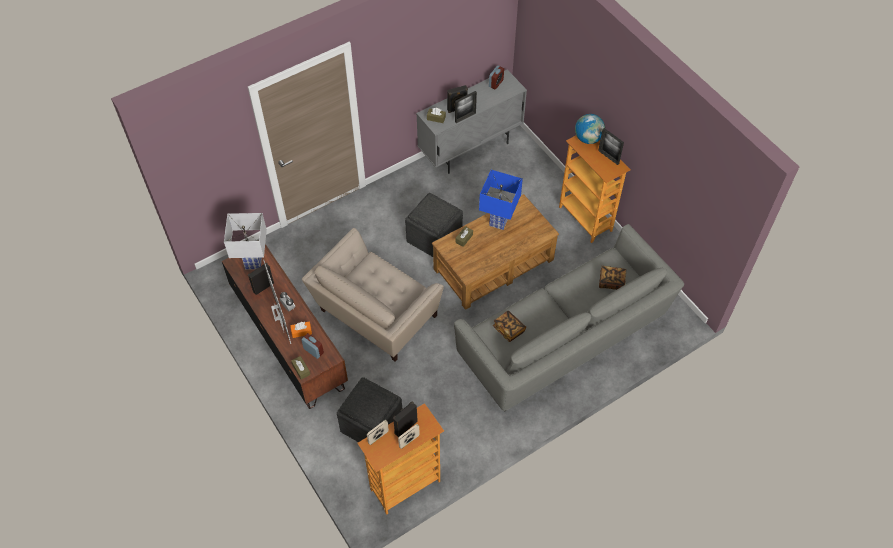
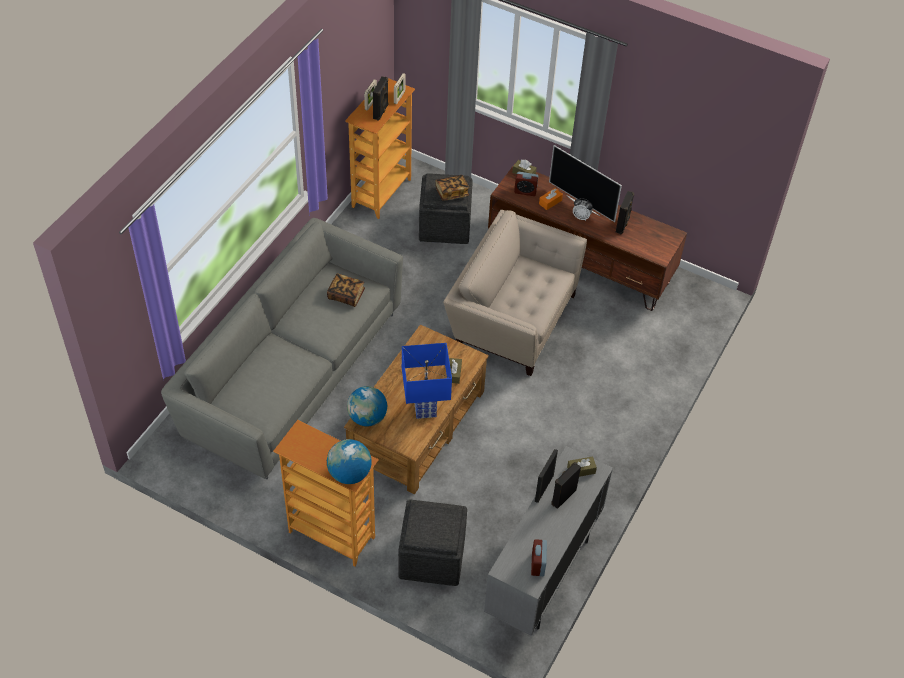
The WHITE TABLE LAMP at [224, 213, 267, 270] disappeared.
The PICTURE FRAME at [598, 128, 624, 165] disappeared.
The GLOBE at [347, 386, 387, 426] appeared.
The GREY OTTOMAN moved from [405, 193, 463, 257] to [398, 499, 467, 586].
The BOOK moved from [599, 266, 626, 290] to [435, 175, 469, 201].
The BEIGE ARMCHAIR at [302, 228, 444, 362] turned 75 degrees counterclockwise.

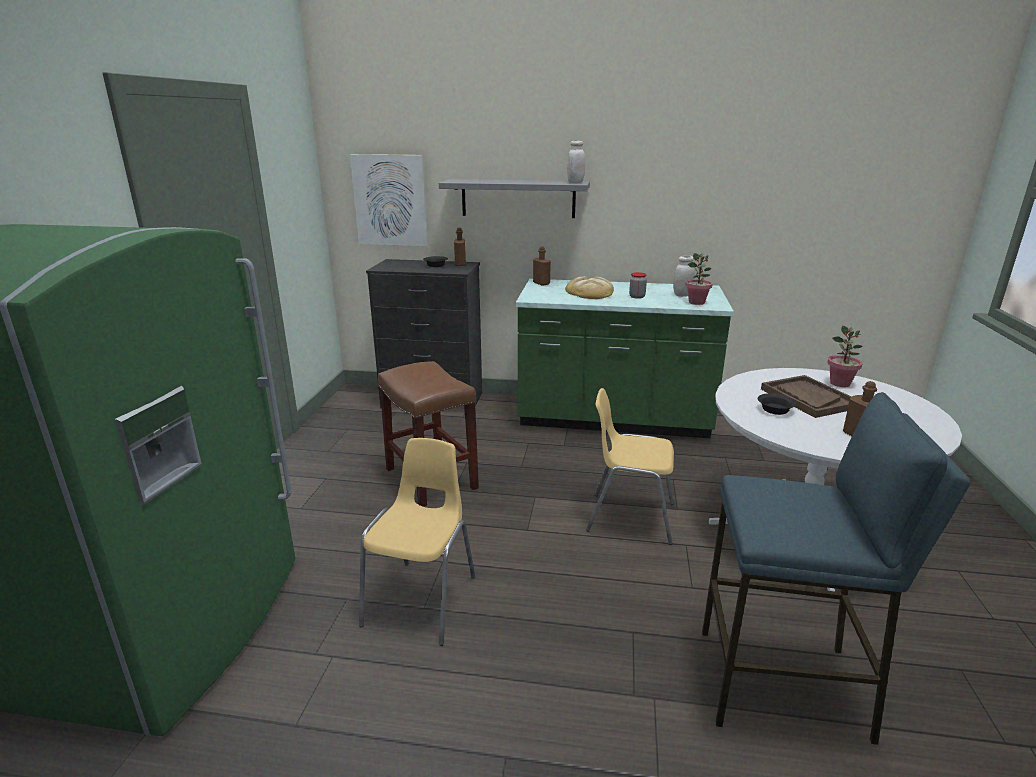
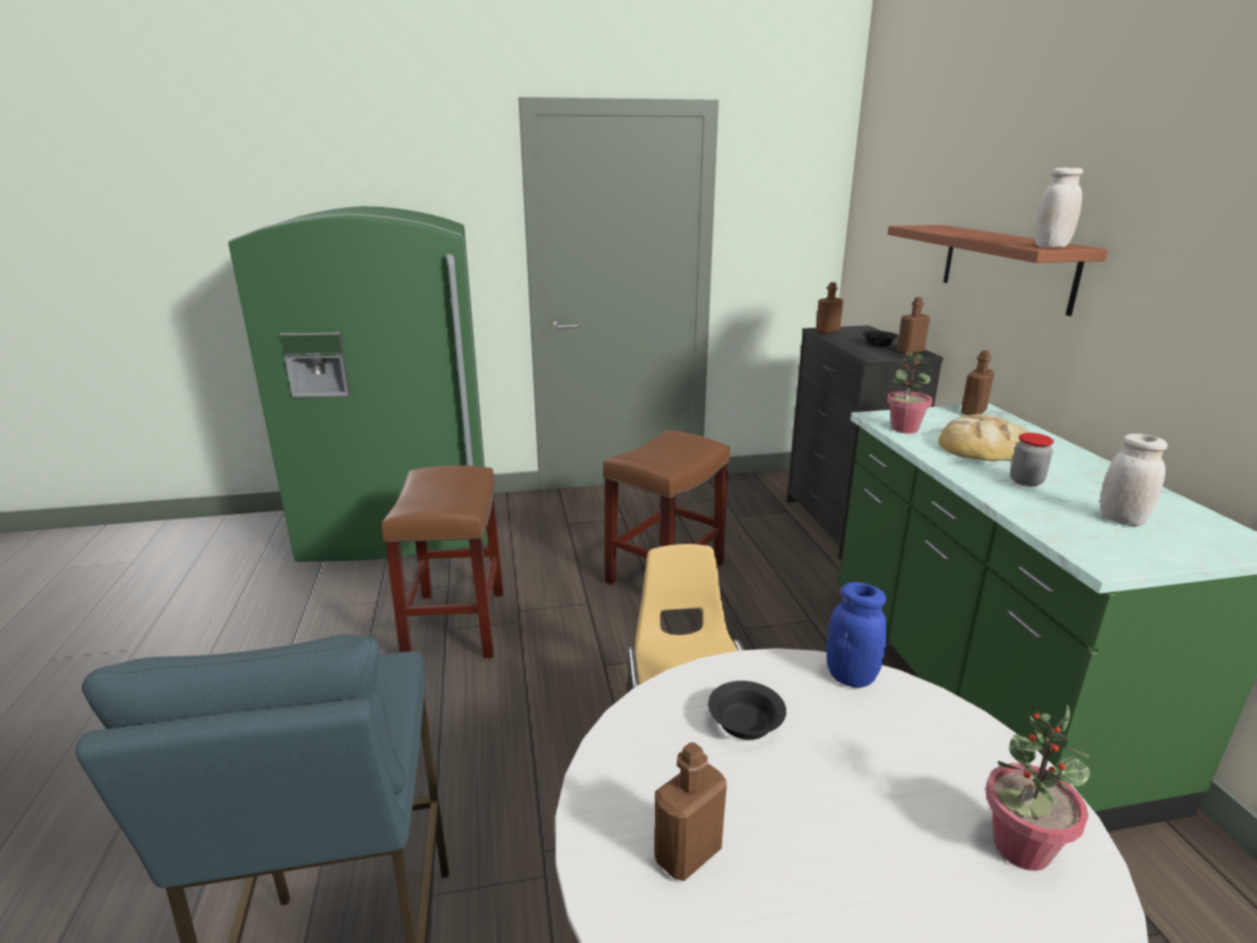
The PICTURE at [350, 154, 428, 246] disappeared.
The BROWN TRAY at [761, 375, 852, 418] disappeared.
The BROWN BOTTLE at [816, 282, 843, 334] appeared.
The BLUE JAR at [826, 582, 887, 688] appeared.
The POTTED PLANT moved from [685, 253, 713, 305] to [887, 349, 932, 433].
The YELLOW CHAIR at [359, 438, 475, 646] was replaced by the BROWN STOOL at [382, 465, 504, 659].
The GREY SHELF at [439, 179, 590, 218] became the BROWN SHELF at [888, 225, 1108, 316].

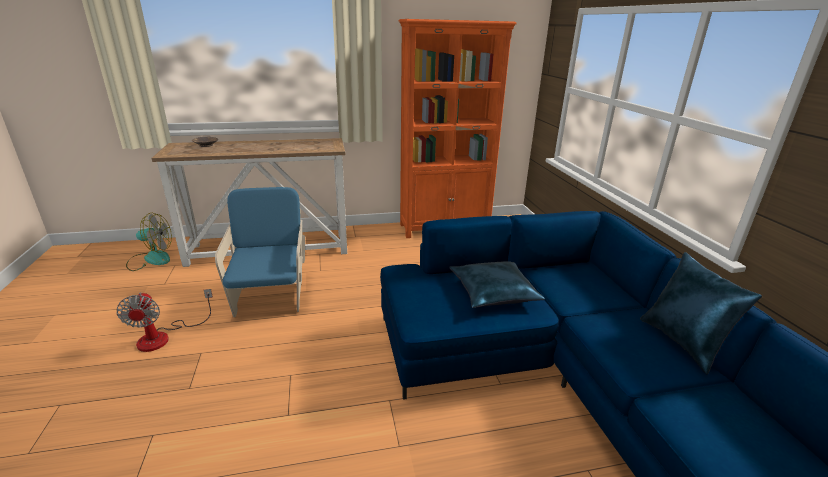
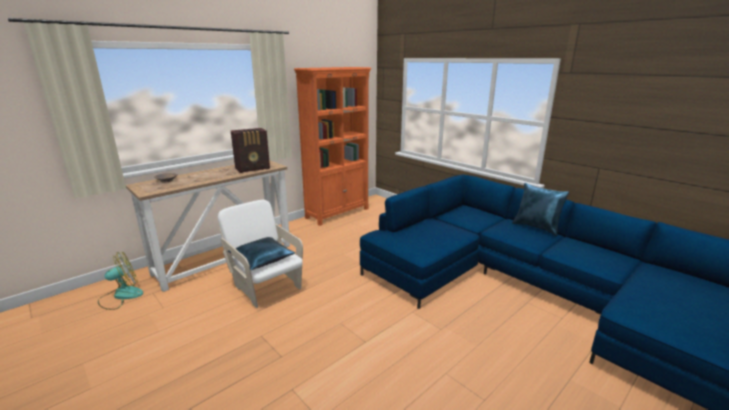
The FAN at [117, 289, 213, 352] disappeared.
The RADIO at [231, 128, 270, 173] appeared.
The BLUE PILLOW moved from [449, 261, 545, 308] to [228, 237, 295, 270].
The BLUE ARMCHAIR at [215, 187, 305, 317] became the WHITE ARMCHAIR at [218, 200, 303, 308].

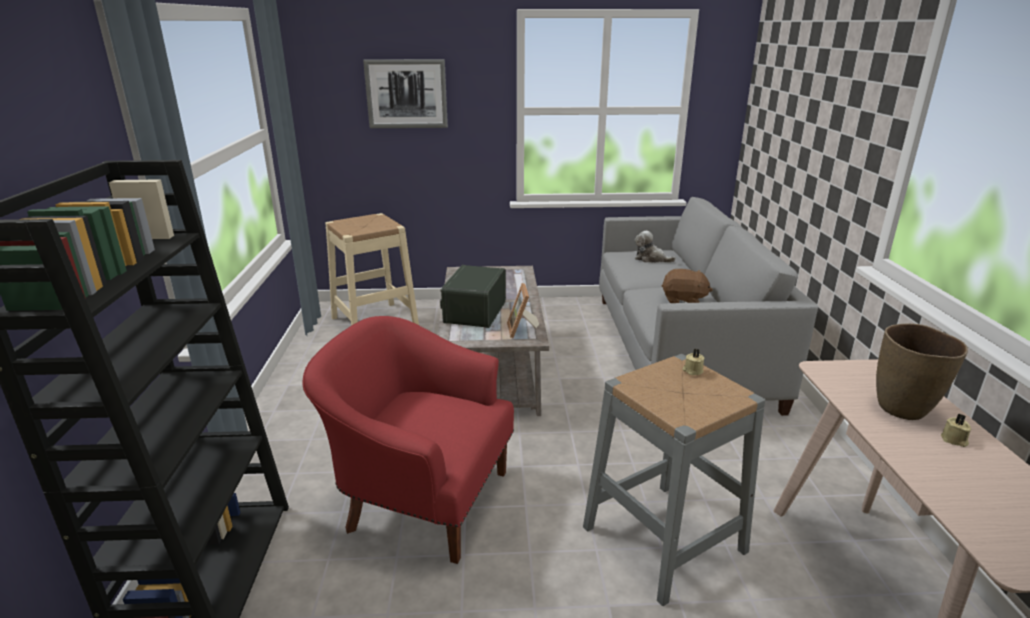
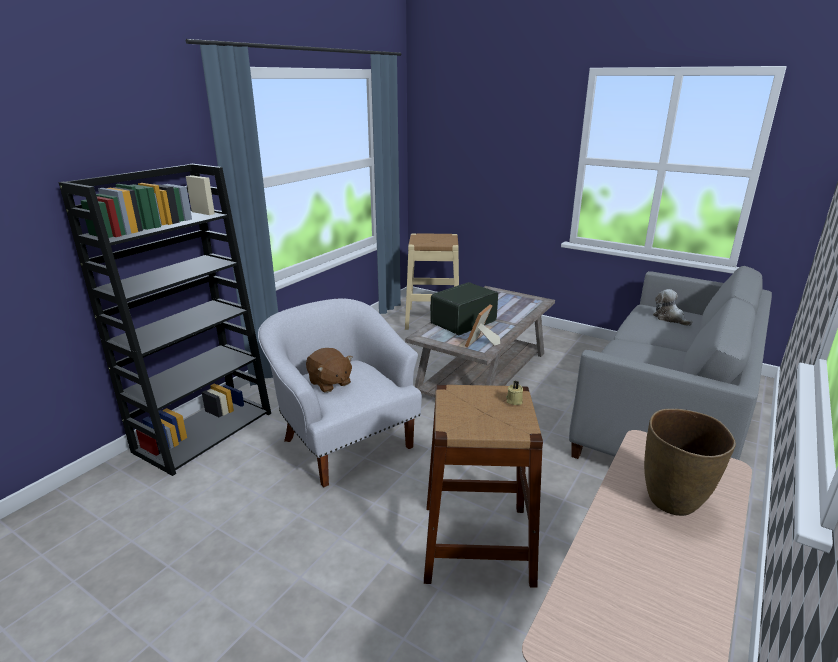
The PICTURE at [363, 59, 448, 128] disappeared.
The BEIGE CANDLE at [941, 414, 971, 447] disappeared.
The BROWN PLUSH TOY moved from [662, 269, 713, 303] to [306, 348, 353, 393].
The RED ARMCHAIR at [302, 316, 514, 564] became the WHITE ARMCHAIR at [258, 298, 422, 487].
The GREY STOOL at [583, 354, 766, 606] became the BROWN STOOL at [424, 385, 543, 588].

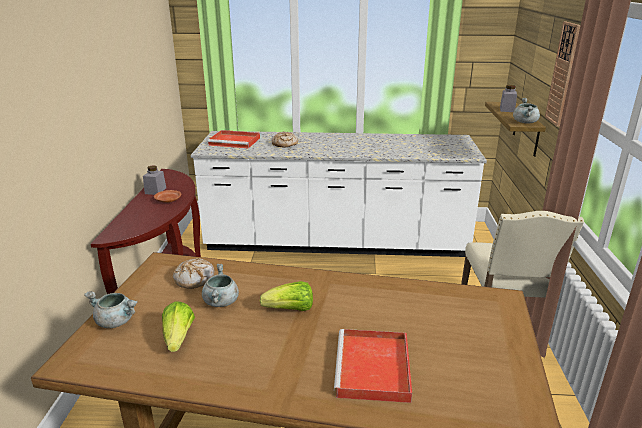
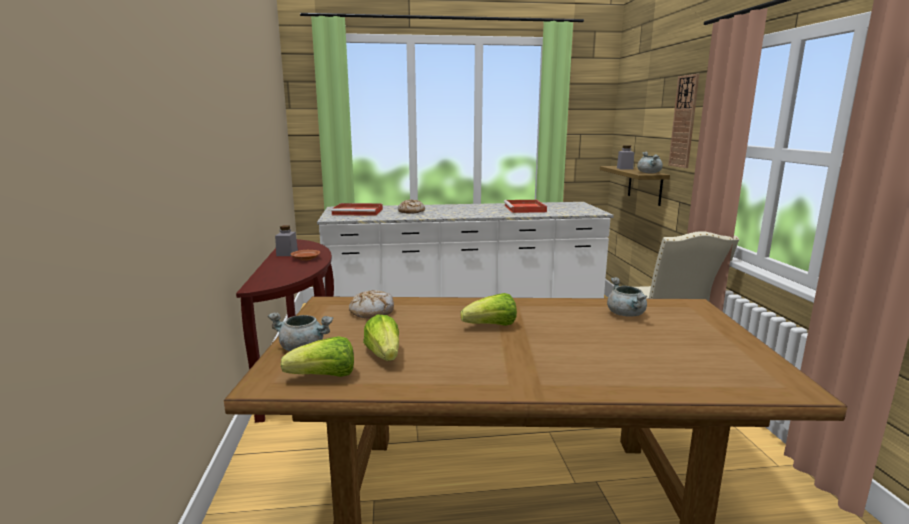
The LETTUCE at [281, 336, 354, 377] appeared.
The GREY COOKING POT moved from [202, 264, 239, 307] to [607, 277, 647, 317].
The RED TRAY moved from [334, 329, 412, 403] to [504, 200, 547, 213].

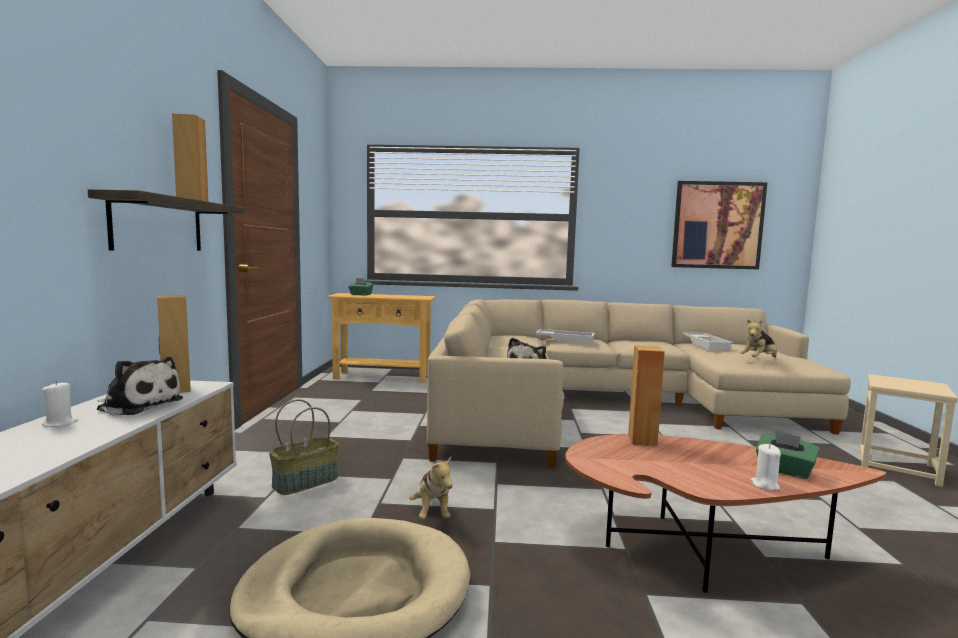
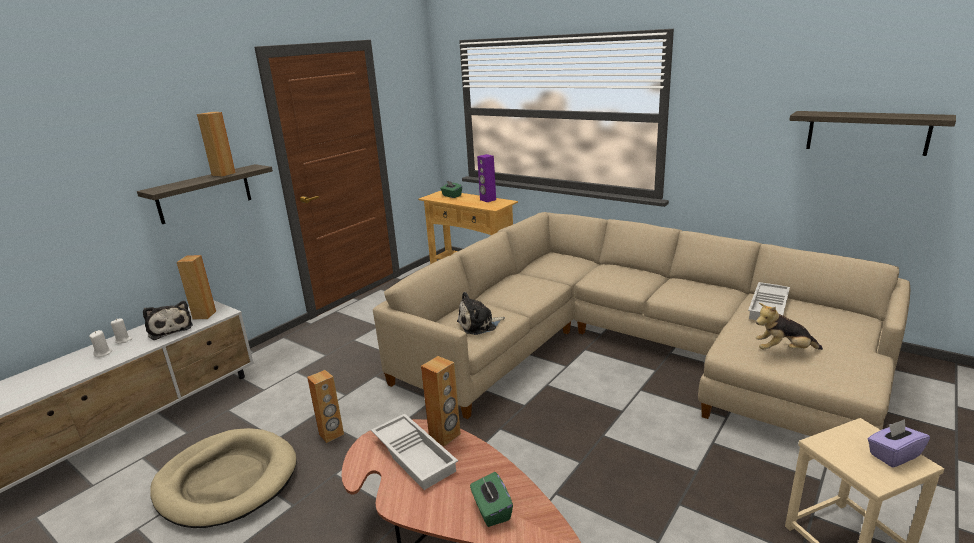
The BASKET at [269, 399, 339, 495] disappeared.
The PURPLE SPEAKER at [477, 154, 496, 202] appeared.
The PURPLE TISSUE BOX at [868, 419, 930, 468] appeared.
The WHITE TRAY moved from [535, 329, 595, 344] to [371, 414, 458, 490].
The WHITE CANDLE moved from [751, 444, 781, 491] to [89, 330, 112, 357].
The PLUSH TOY at [409, 456, 453, 519] was replaced by the BROWN SPEAKER at [307, 370, 344, 443].
The PICTURE at [671, 181, 767, 269] was replaced by the SHELF at [789, 111, 956, 156].

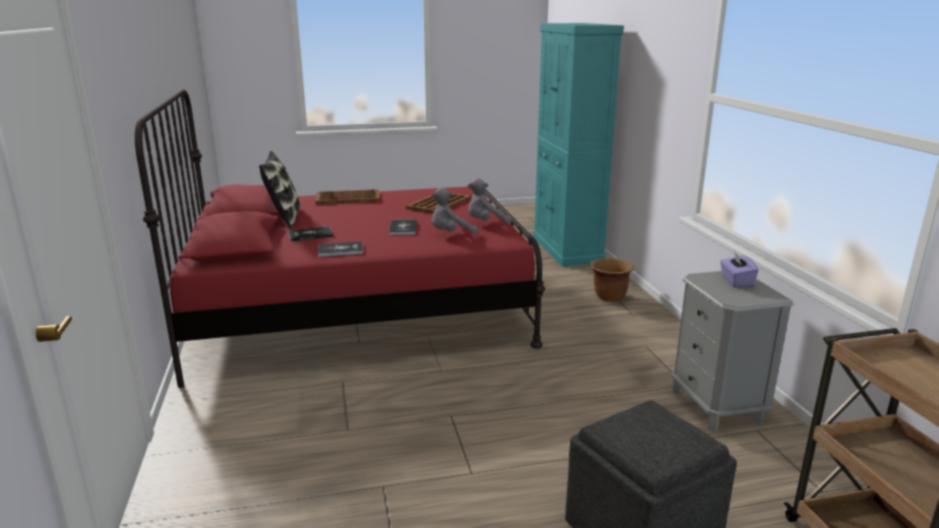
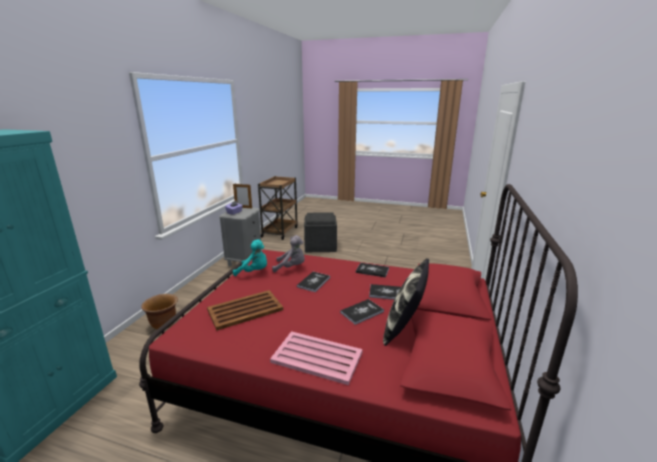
The PICTURE FRAME at [233, 184, 252, 208] appeared.
The BOOK at [340, 299, 384, 325] appeared.
The BROWN TRAY at [315, 189, 380, 204] became the PINK TRAY at [270, 331, 363, 385].
The GREY PLUSH TOY at [468, 178, 511, 224] became the TURQUOISE PLUSH TOY at [233, 239, 267, 276].

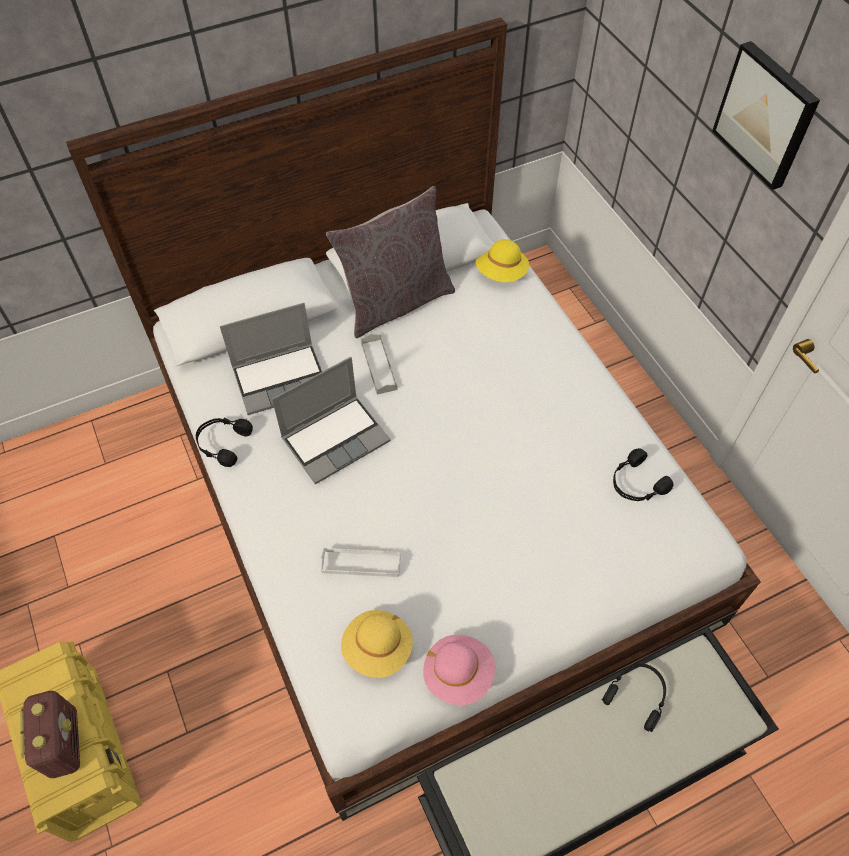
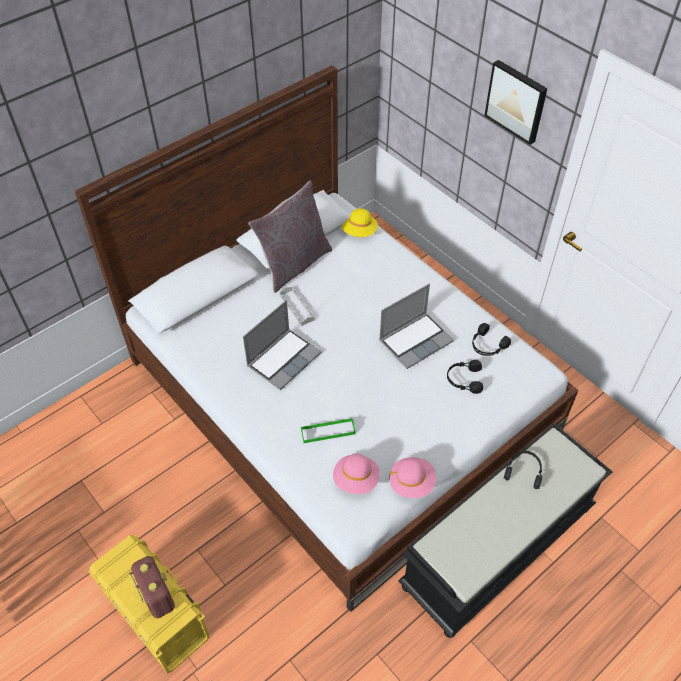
The BLACK HEADPHONES moved from [196, 418, 253, 467] to [447, 360, 483, 394].
The LAPTOP moved from [220, 303, 323, 415] to [379, 284, 454, 369].
The WHITE TRAY at [321, 548, 401, 577] became the GREEN TRAY at [301, 418, 355, 443].
The YELLOW HAT at [341, 610, 413, 678] became the PINK HAT at [333, 454, 380, 494].

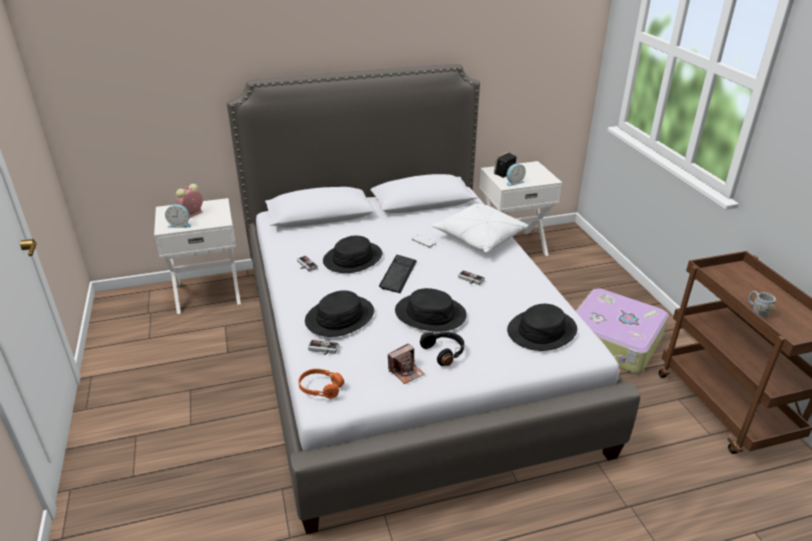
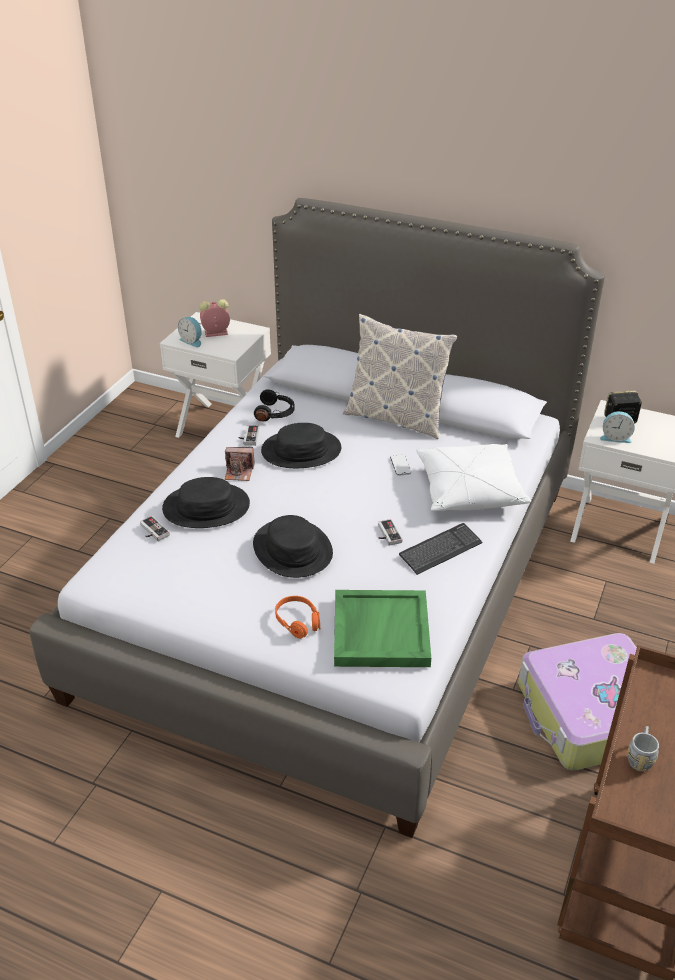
The PILLOW at [343, 314, 457, 439] appeared.
The ORANGE HEADPHONES moved from [298, 369, 344, 399] to [275, 596, 320, 639].
The KEYBOARD moved from [379, 255, 417, 294] to [399, 523, 483, 575].
The PHOTO CAMERA moved from [388, 344, 424, 384] to [224, 447, 255, 481].
The BLACK HEADPHONES moved from [420, 332, 464, 366] to [254, 389, 295, 421].
The BLACK HAT at [507, 304, 577, 351] was replaced by the GREEN TRAY at [334, 590, 431, 667].

